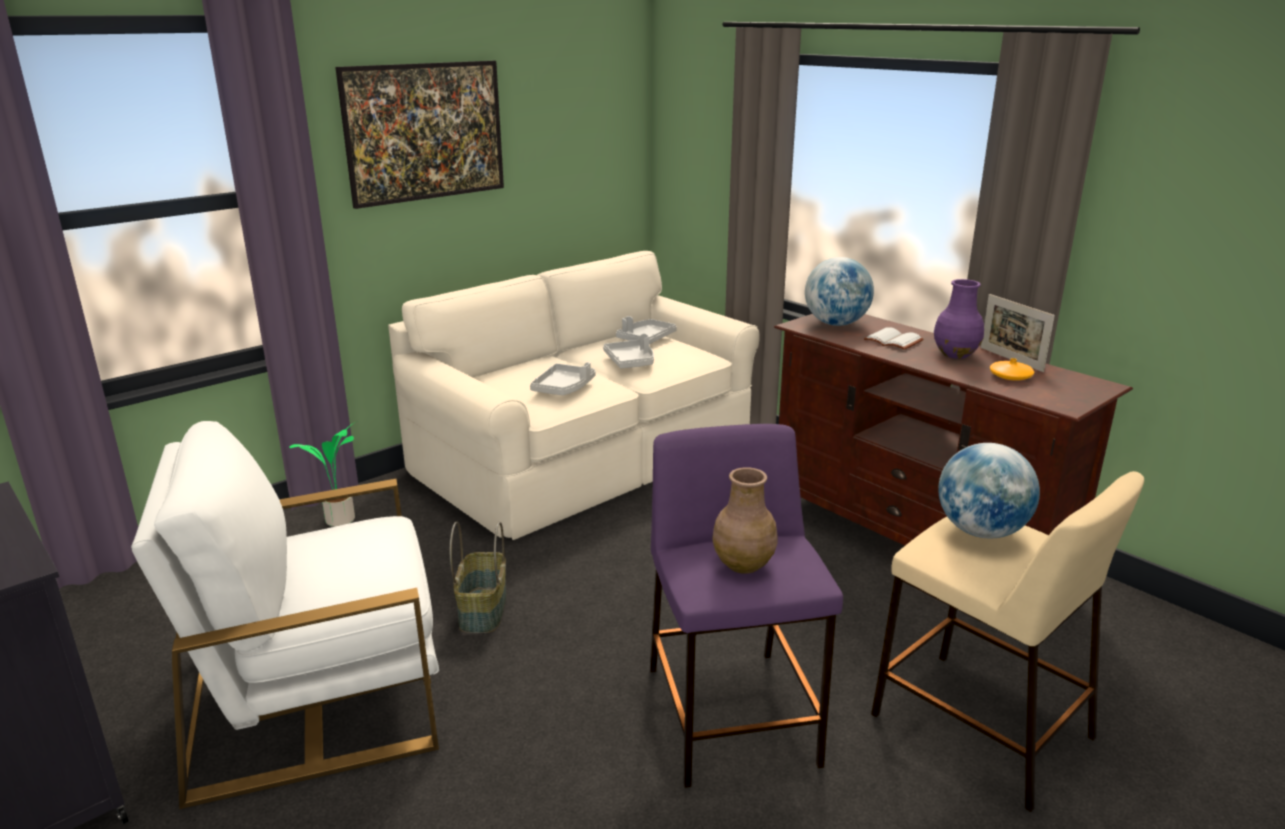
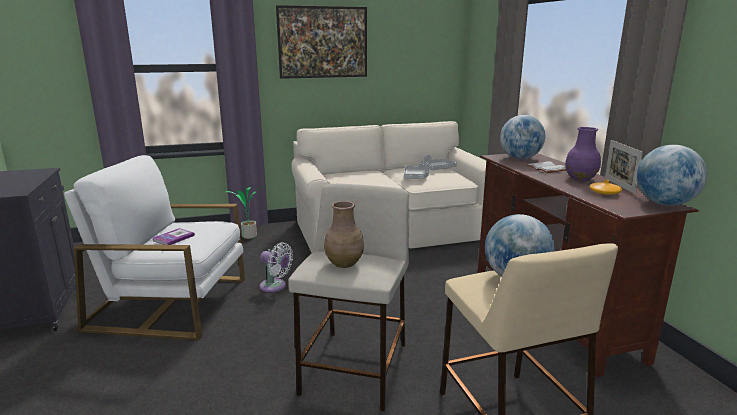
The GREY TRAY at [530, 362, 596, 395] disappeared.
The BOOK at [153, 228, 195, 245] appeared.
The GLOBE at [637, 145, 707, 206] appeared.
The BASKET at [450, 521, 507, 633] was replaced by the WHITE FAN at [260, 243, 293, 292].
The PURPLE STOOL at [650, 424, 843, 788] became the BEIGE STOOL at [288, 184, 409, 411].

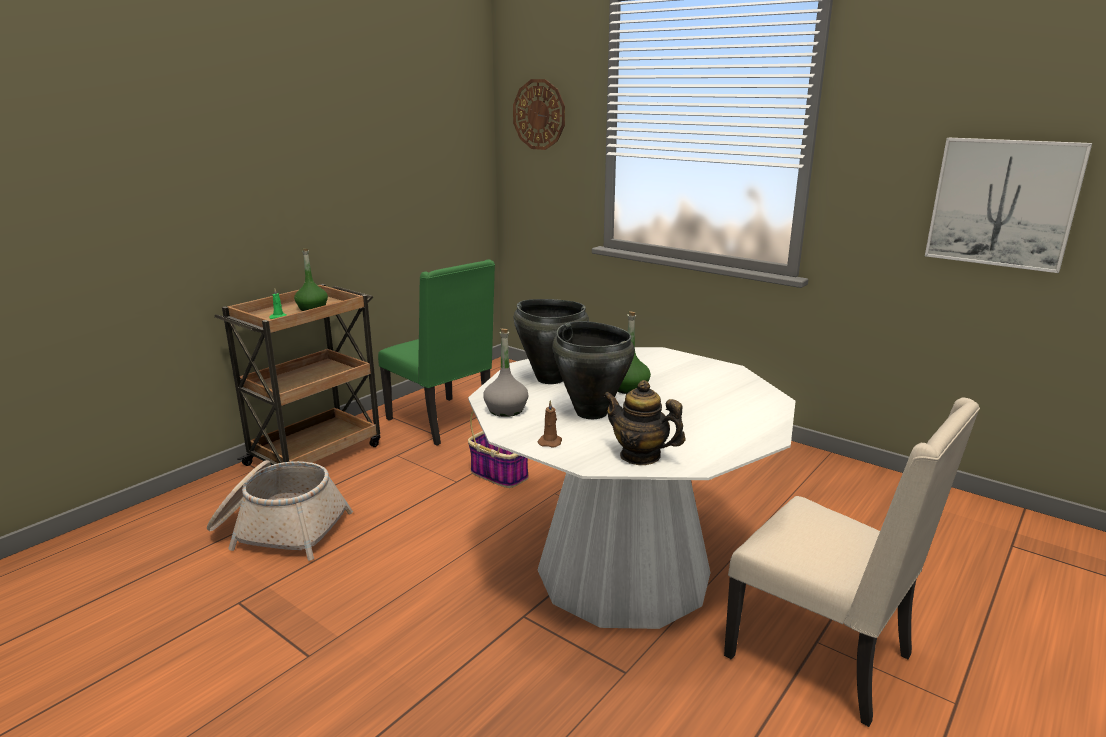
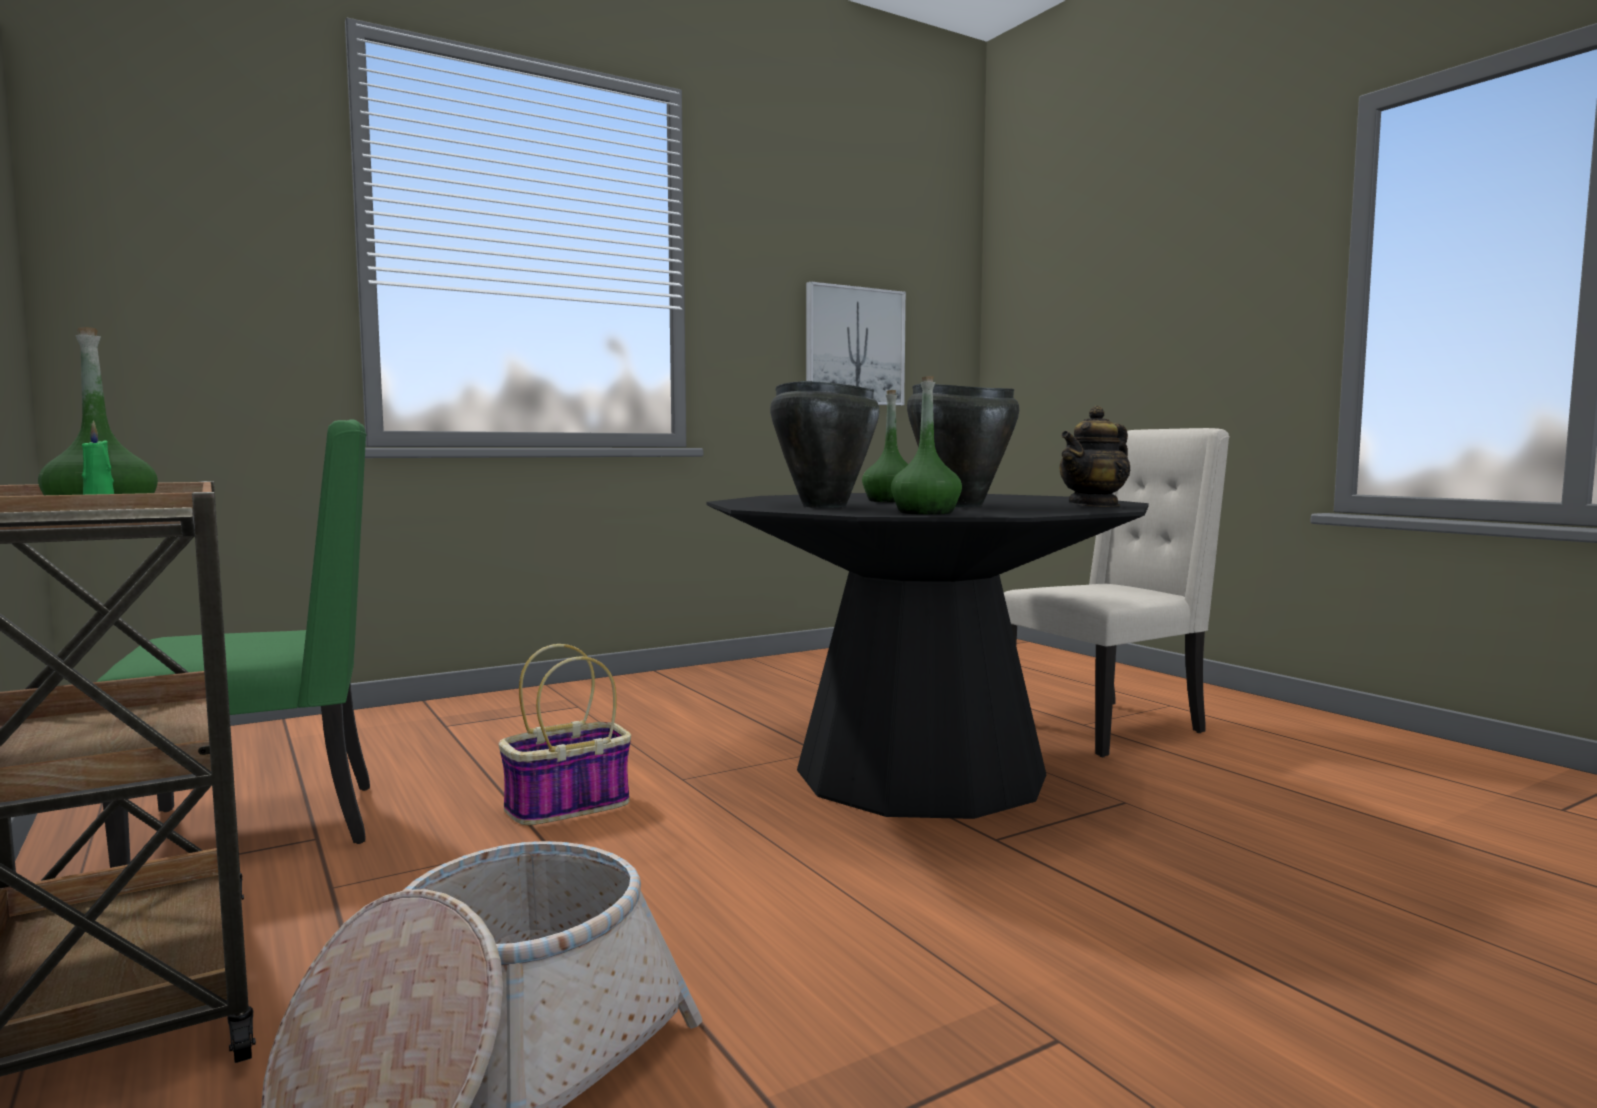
The WALL CLOCK at [513, 79, 565, 150] disappeared.
The BROWN CANDLE at [538, 400, 562, 448] disappeared.
The WHITE DINING TABLE at [468, 347, 796, 629] became the BLACK DINING TABLE at [707, 493, 1149, 819].
The GREY BOTTLE at [483, 329, 528, 417] became the GREEN BOTTLE at [891, 376, 962, 515].

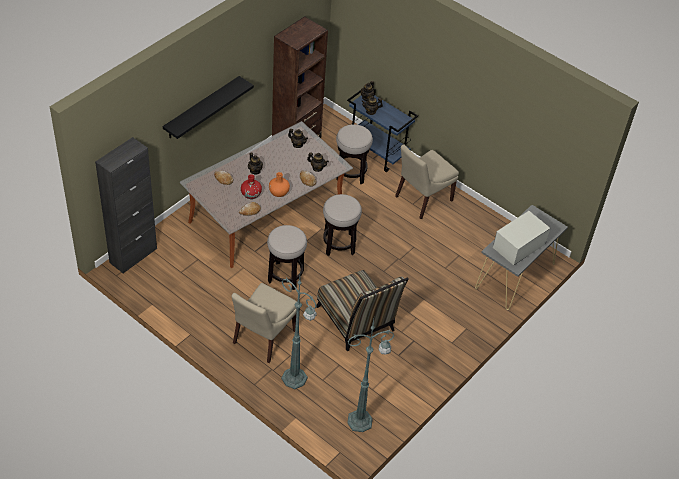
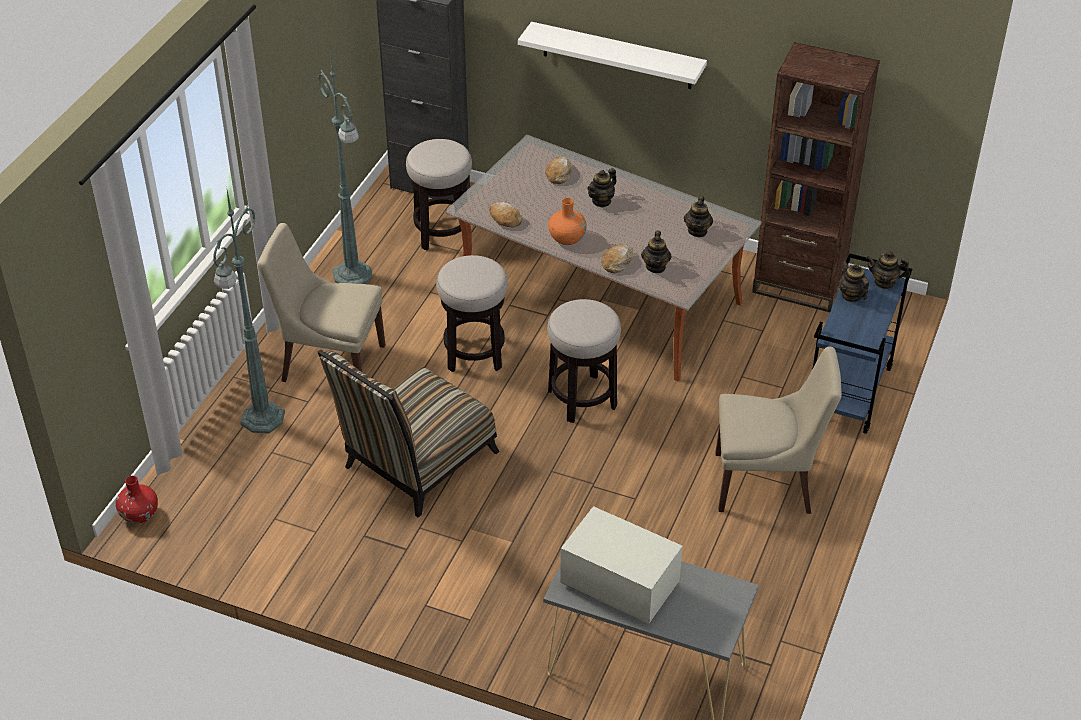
The RED VASE moved from [241, 174, 262, 199] to [116, 476, 158, 524].
The STOOL moved from [336, 124, 373, 184] to [406, 139, 472, 250].
The GREEN FLOOR LAMP moved from [348, 319, 394, 432] to [318, 49, 373, 284].
The BLACK SHELF at [163, 76, 254, 139] became the WHITE SHELF at [518, 22, 707, 89].
The BEIGE CHAIR at [395, 144, 459, 219] turned 150 degrees clockwise.

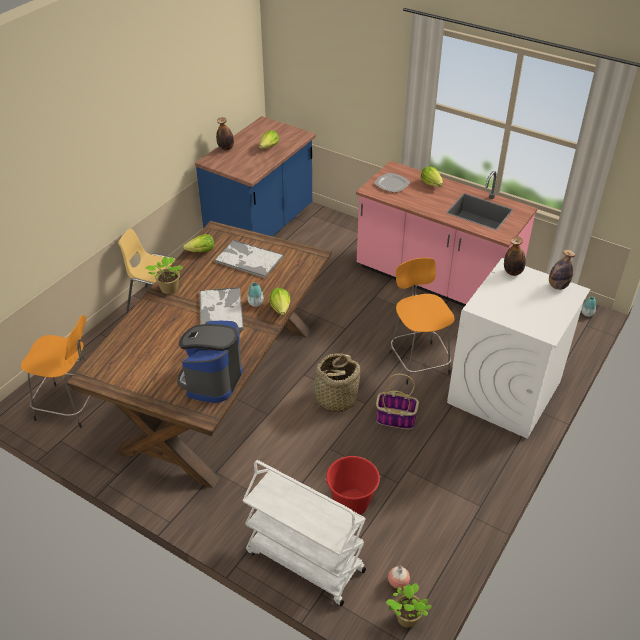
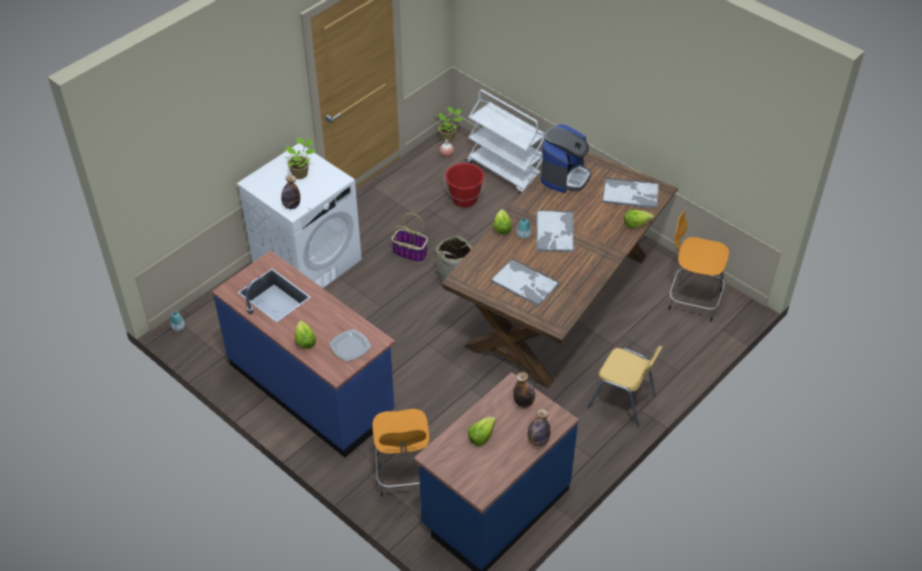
The TRAY at [602, 178, 659, 209] appeared.
The POTTED PLANT moved from [145, 256, 183, 294] to [283, 138, 315, 179].
The LETTUCE moved from [183, 234, 214, 252] to [624, 210, 654, 228].
The ORANGE STOOL moved from [389, 258, 455, 385] to [372, 409, 430, 497].
The BOTTLE moved from [549, 250, 575, 290] to [513, 372, 535, 408].
The PINK COUNTER at [356, 161, 538, 307] became the BLUE COUNTER at [212, 250, 395, 457].

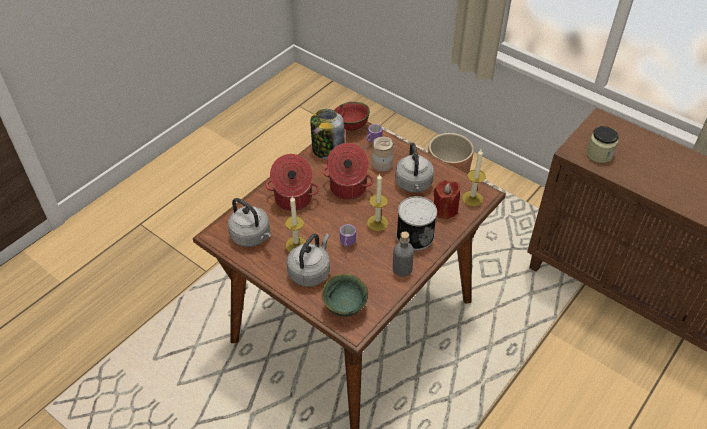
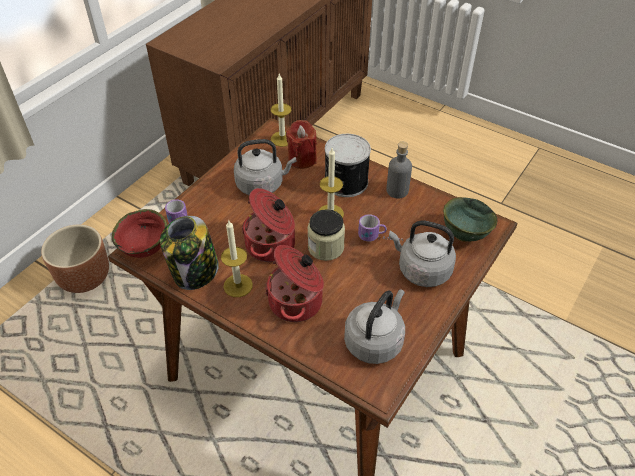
The CAN at [372, 137, 394, 172] disappeared.
The CANDLE moved from [285, 196, 306, 252] to [221, 219, 253, 297].
The JAR moved from [586, 126, 619, 163] to [307, 209, 345, 261].

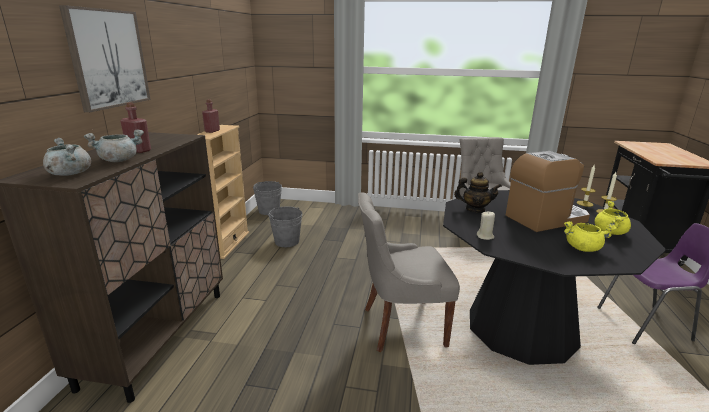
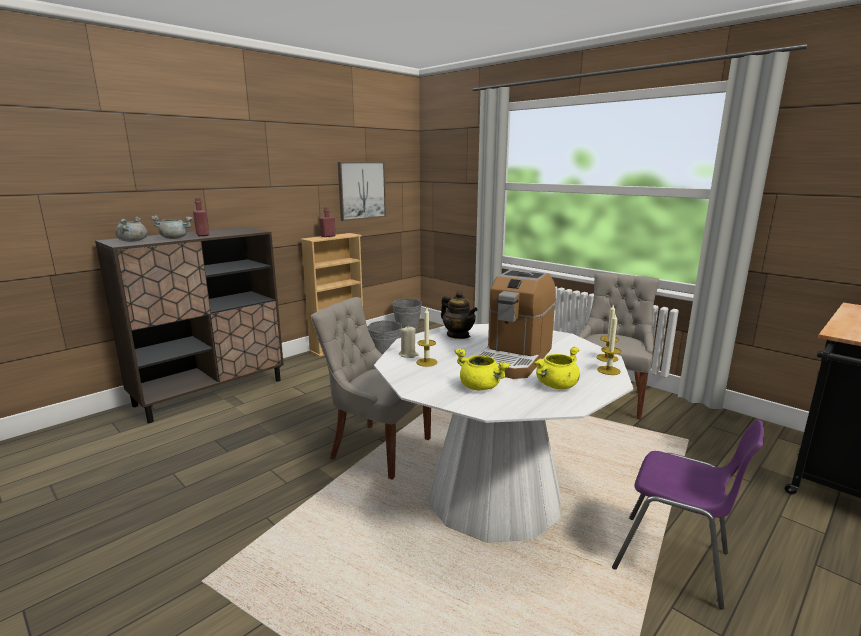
The CANDLE at [416, 308, 438, 367] appeared.
The PICTURE moved from [59, 5, 151, 112] to [338, 162, 386, 221].
The BLACK DINING TABLE at [443, 190, 666, 365] became the WHITE DINING TABLE at [374, 324, 633, 543].
The COFFEE MACHINE at [506, 151, 590, 232] turned 105 degrees clockwise.

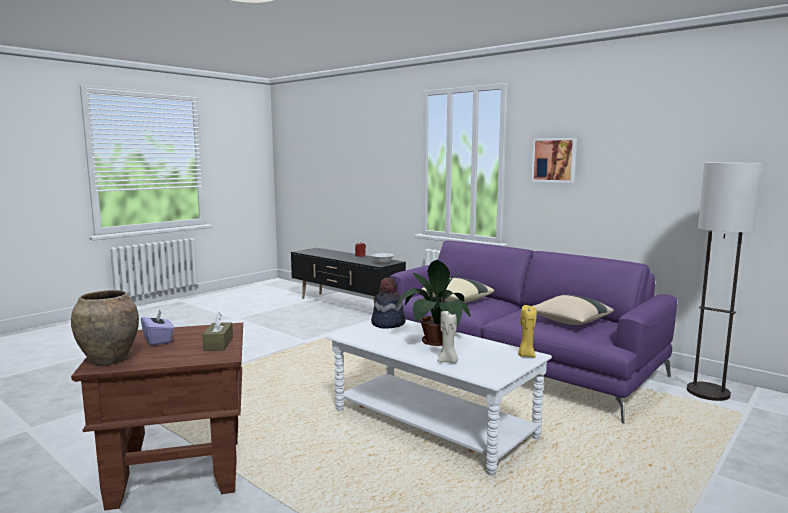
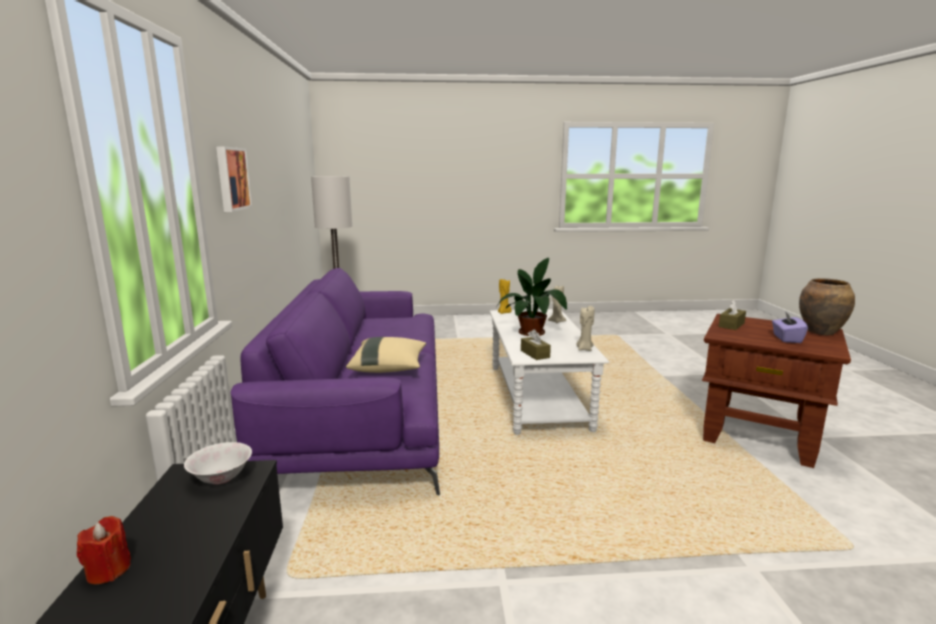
The BEIGE PILLOW at [532, 295, 614, 325] disappeared.
The BEIGE CANDLE at [576, 306, 594, 351] appeared.
The HAT at [371, 277, 405, 329] was replaced by the BROWN TISSUE BOX at [521, 329, 551, 360].

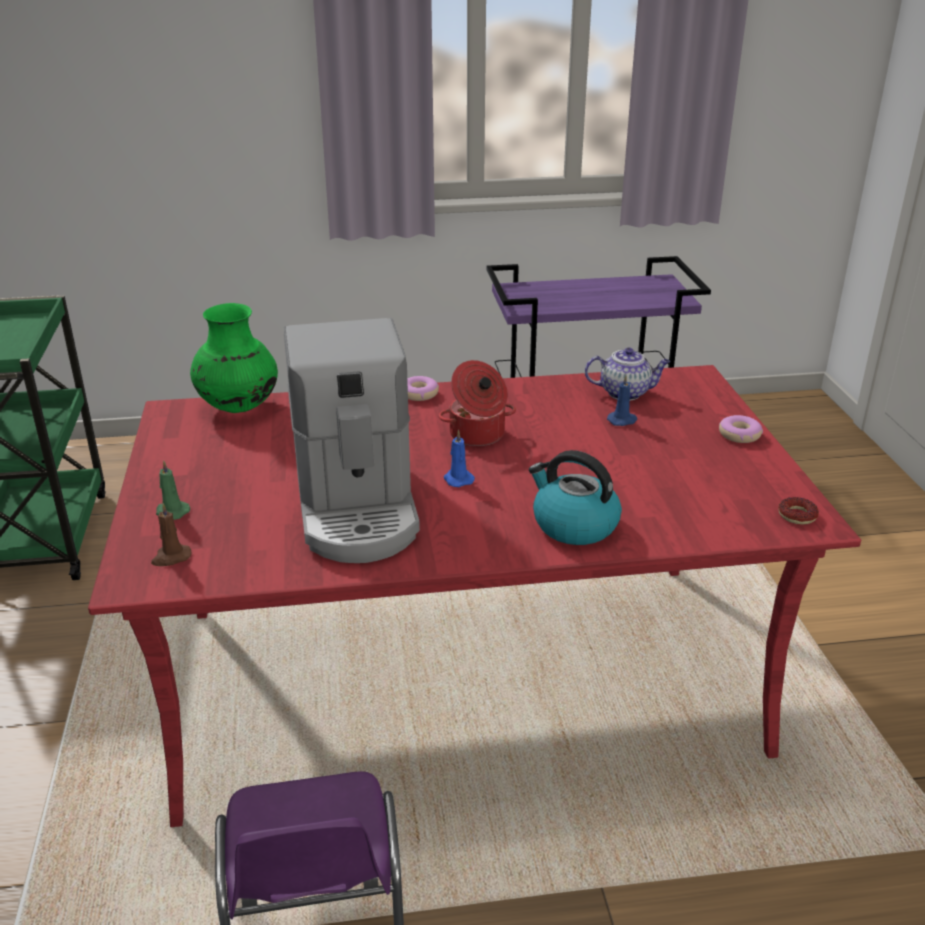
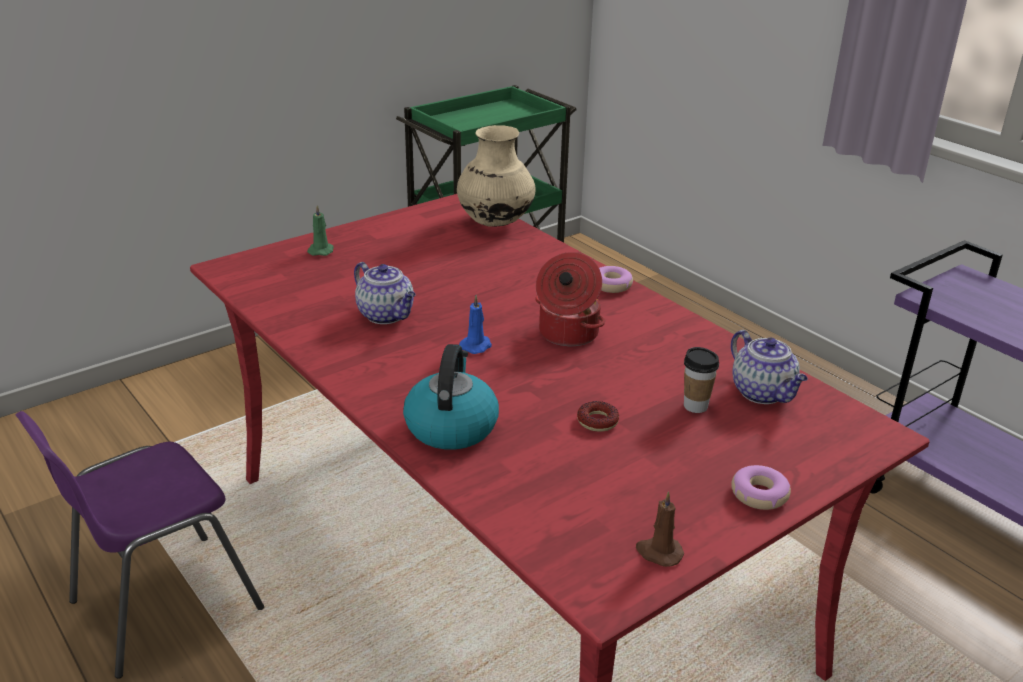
The BROWN CANDLE moved from [151, 503, 192, 566] to [636, 491, 684, 567].
The DONUT moved from [778, 497, 819, 524] to [577, 401, 619, 432].
The COFFEE MACHINE at [284, 318, 420, 563] was replaced by the TEAPOT at [354, 262, 416, 324].
The BLUE CANDLE at [607, 375, 637, 426] was replaced by the CUP at [684, 347, 719, 413].
The GREEN VASE at [190, 303, 278, 413] became the BEIGE VASE at [457, 125, 536, 227].

